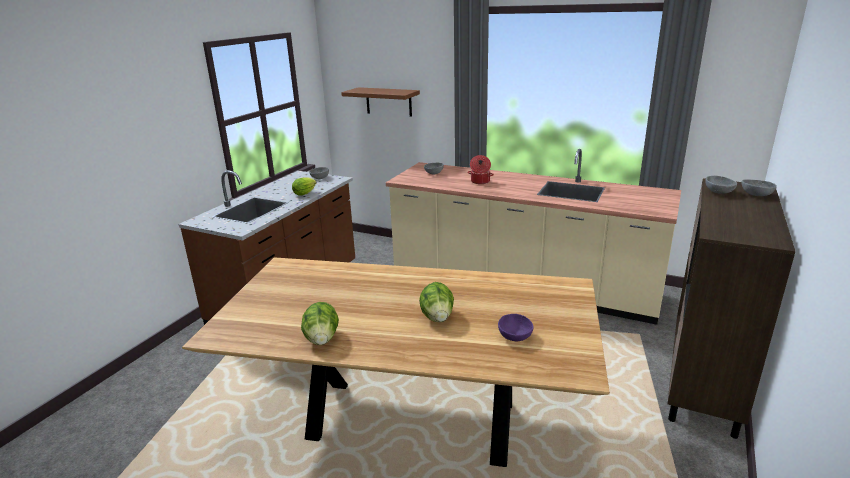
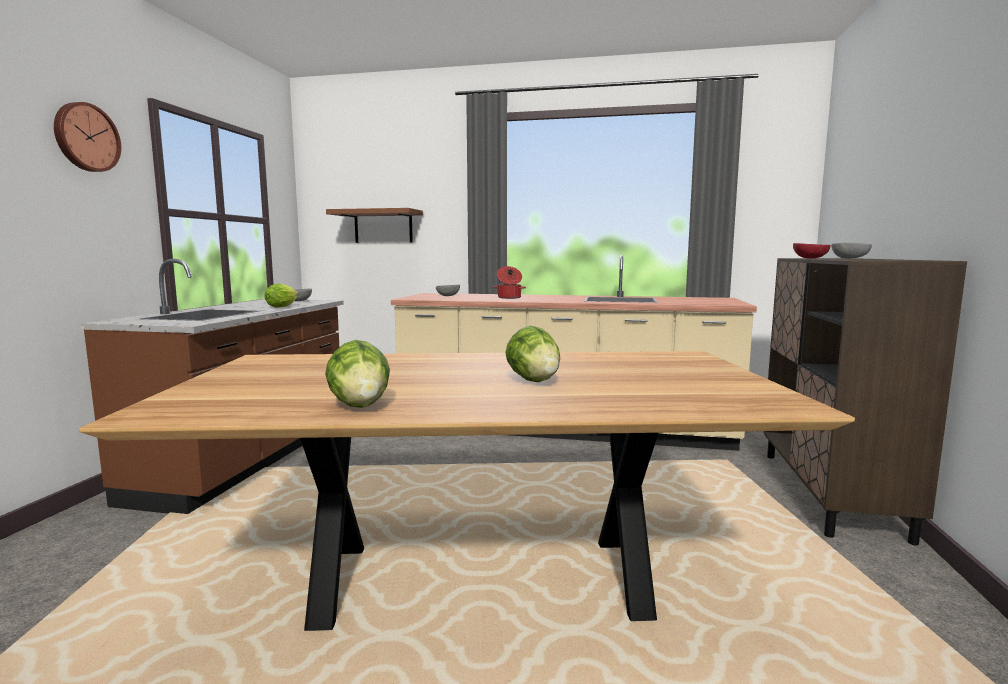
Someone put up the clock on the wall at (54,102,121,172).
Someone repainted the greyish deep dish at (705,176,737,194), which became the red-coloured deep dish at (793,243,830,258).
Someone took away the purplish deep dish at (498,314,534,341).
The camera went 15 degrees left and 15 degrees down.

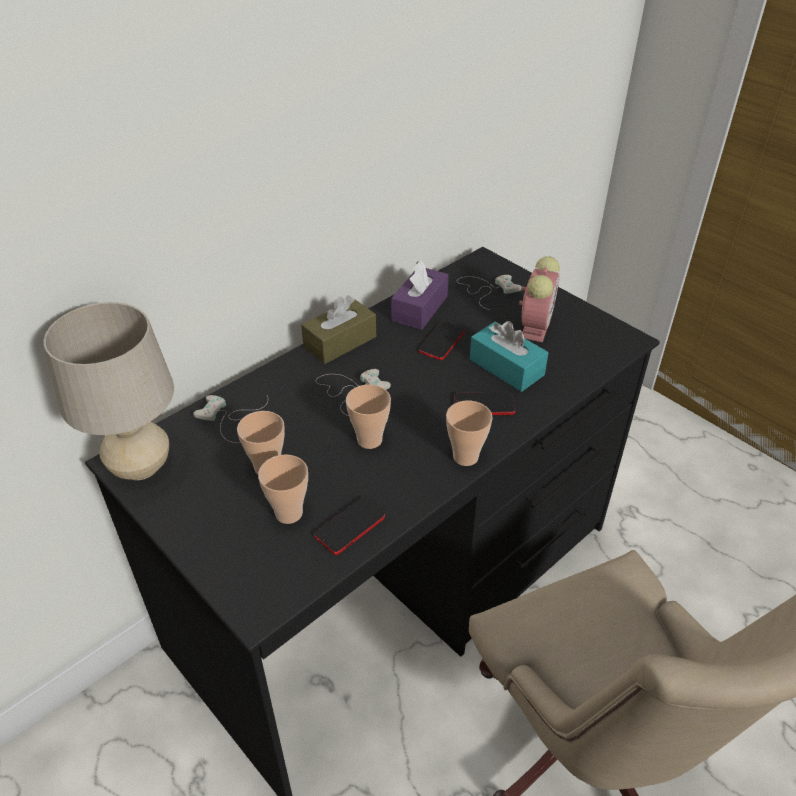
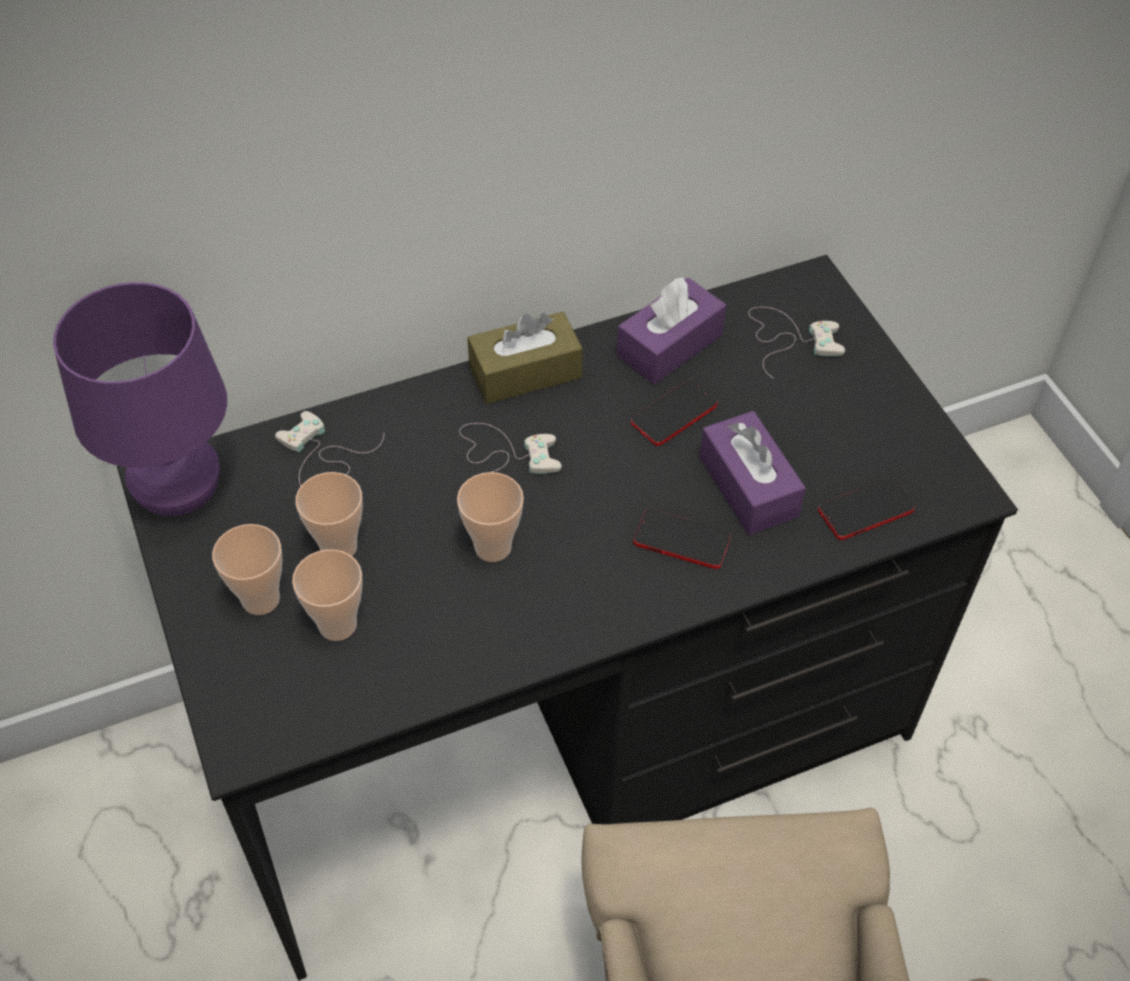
Someone repainted the sand-coloured lamp for a table at (44,302,174,480), which became the purplish lamp for a table at (53,282,227,516).
Someone carried the small cup from (446,401,493,466) to (212,524,282,615).
Someone repainted the blue-green tissue box at (470,321,548,392), which became the purplish tissue box at (699,411,806,535).
Someone carried the handset from (314,497,385,555) to (818,478,915,540).
Someone took away the alarm clock at (519,256,560,342).
The camera went 20 degrees right and 10 degrees up.

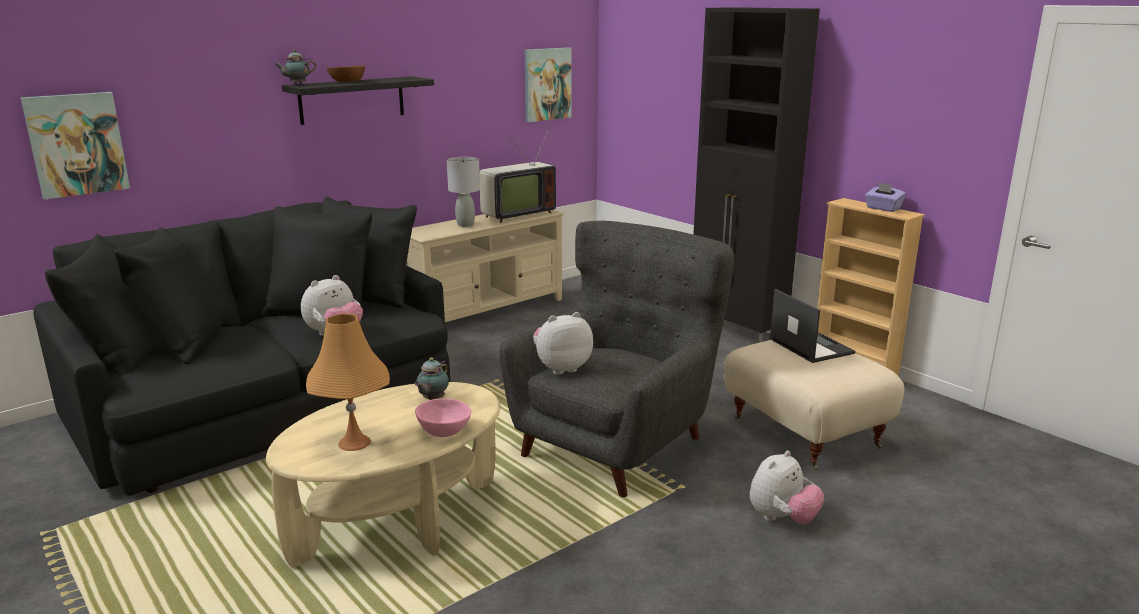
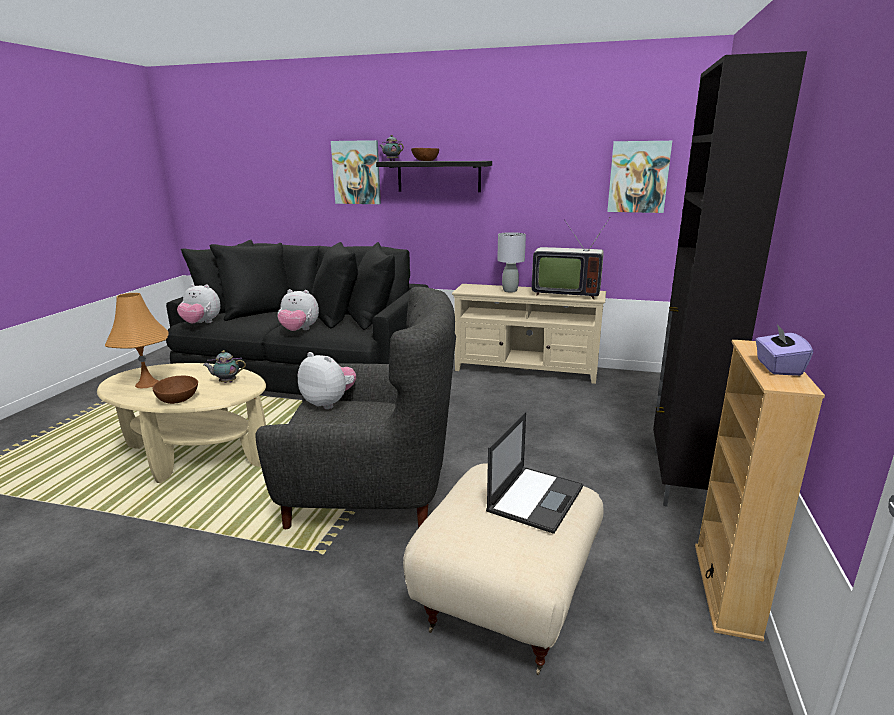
Someone repainted the pink-coloured deep dish at (415,399,471,437), which became the brown deep dish at (152,376,198,404).
Someone carried the cuddly toy from (749,451,824,524) to (177,284,221,323).
Someone carried the wall picture from (20,92,130,199) to (331,140,381,204).
The camera went 55 degrees right and 0 degrees up.

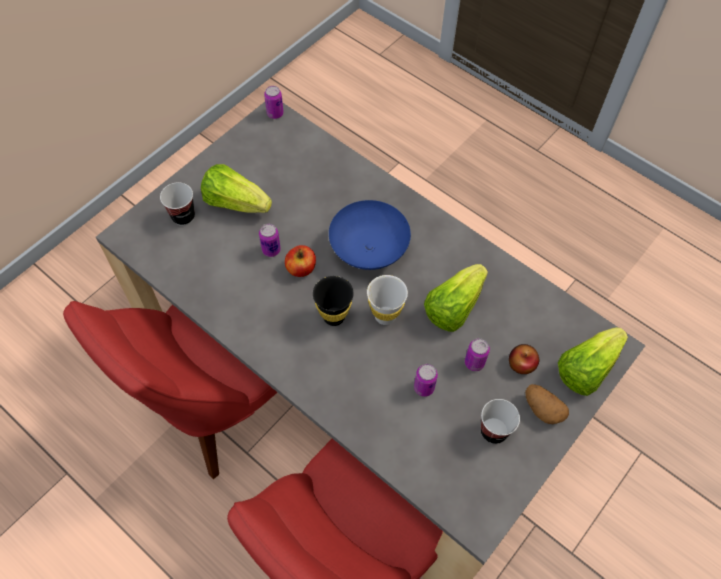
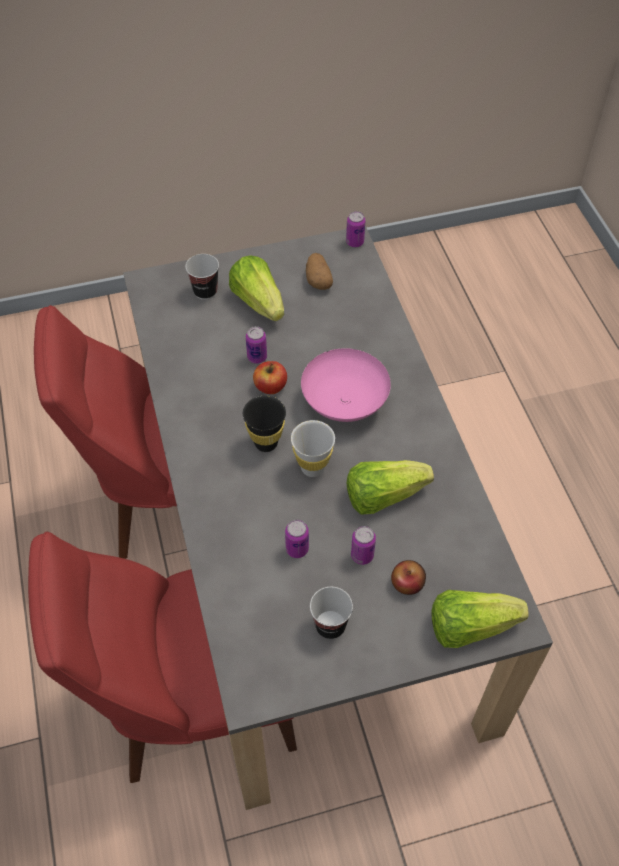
Someone repainted the blue deep dish at (329,200,411,270), which became the pink-coloured deep dish at (301,348,391,422).
Someone carried the whole potato from (525,384,569,424) to (306,253,333,290).
The camera went 35 degrees right and 5 degrees down.

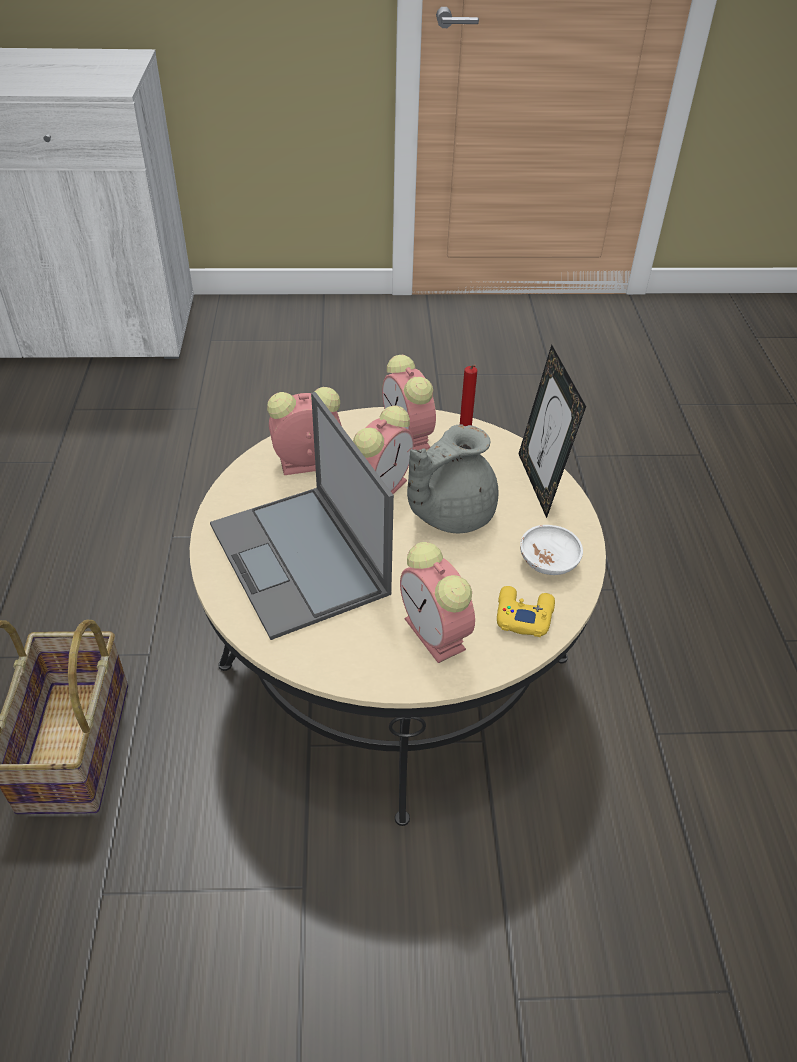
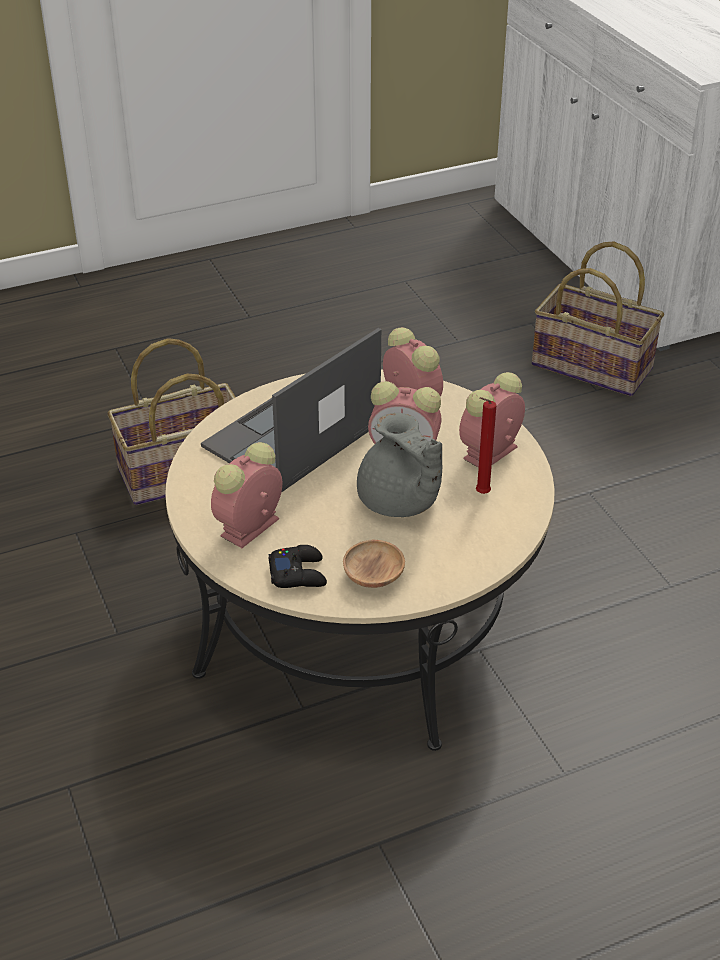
Someone repainted the yellow-coloured gamepad at (497,586,555,637), which became the blackish gamepad at (269,545,327,588).
Someone repainted the white deep dish at (520,525,583,575), which became the brown deep dish at (343,540,405,588).
Someone rotated the greyish tea pot at (407,424,499,534) by 150 degrees counterclockwise.
Someone put down the household basket at (532,241,664,396).
Someone took away the photo frame at (519,344,586,518).
The camera went 70 degrees right and 5 degrees down.

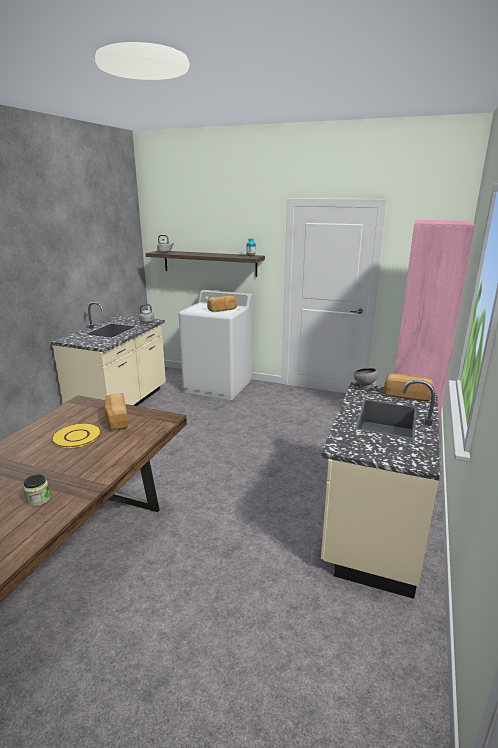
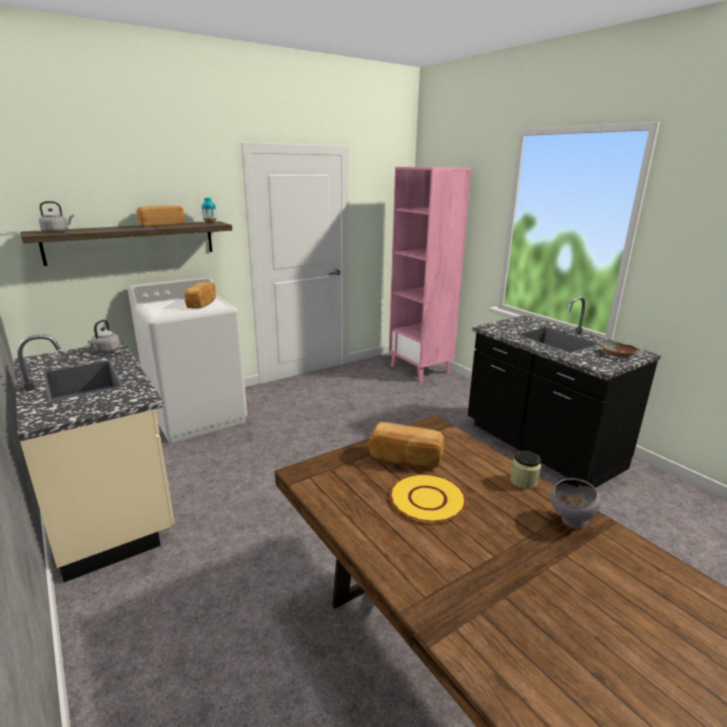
Someone carried the bakery bread from (384,373,433,402) to (137,205,185,227).
Someone repainted the sand-coloured kitchen counter at (321,380,440,599), which became the blackish kitchen counter at (468,296,661,488).
Someone carried the preserve jar from (23,474,51,506) to (510,451,541,489).
Someone carried the greyish deep dish from (354,368,378,389) to (550,478,601,528).
Someone put down the brown deep dish at (602,342,638,358).
The camera went 55 degrees left and 0 degrees up.

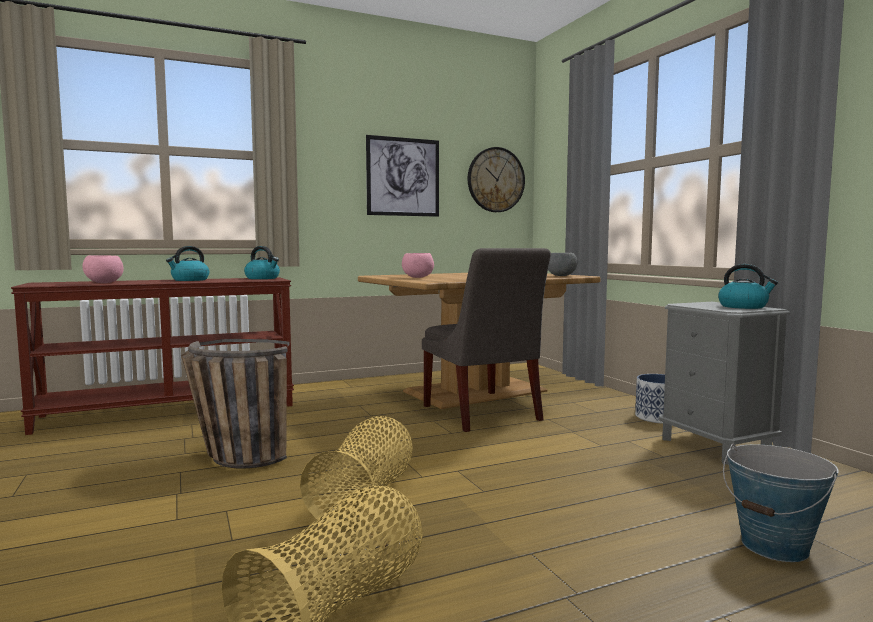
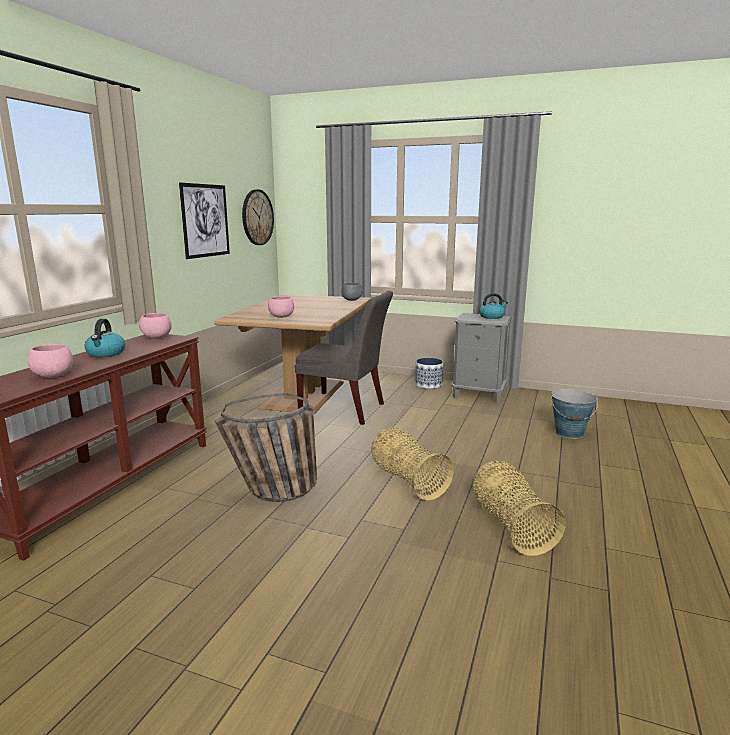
Someone swapped the kettle at (244,246,280,279) for the pink-coloured deep dish at (139,313,172,339).
The camera went 45 degrees left and 10 degrees up.

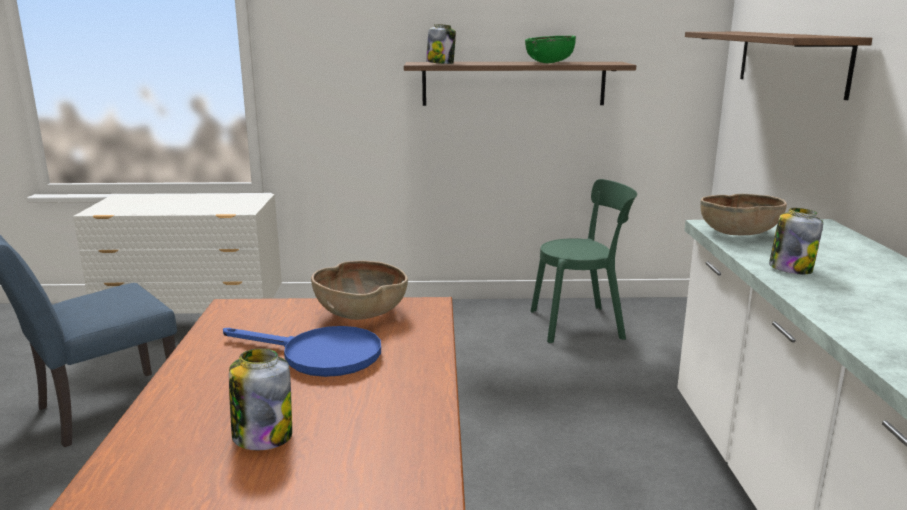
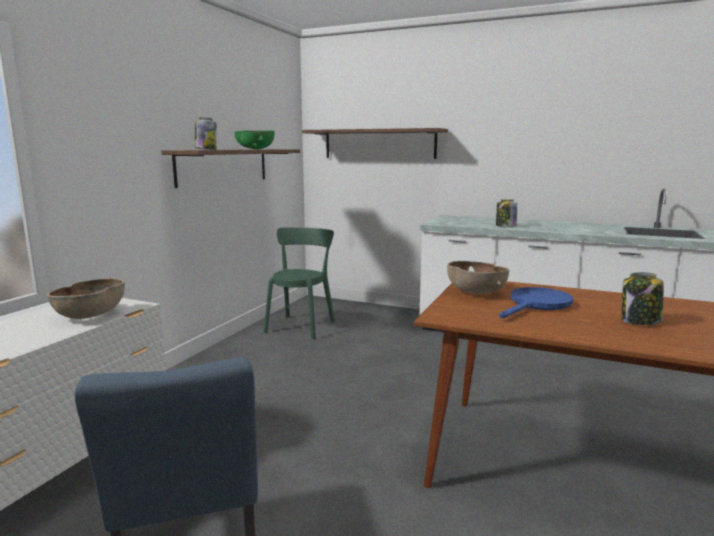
Someone carried the brown deep dish from (701,194,787,235) to (47,278,125,319).
The camera went 65 degrees left and 5 degrees down.

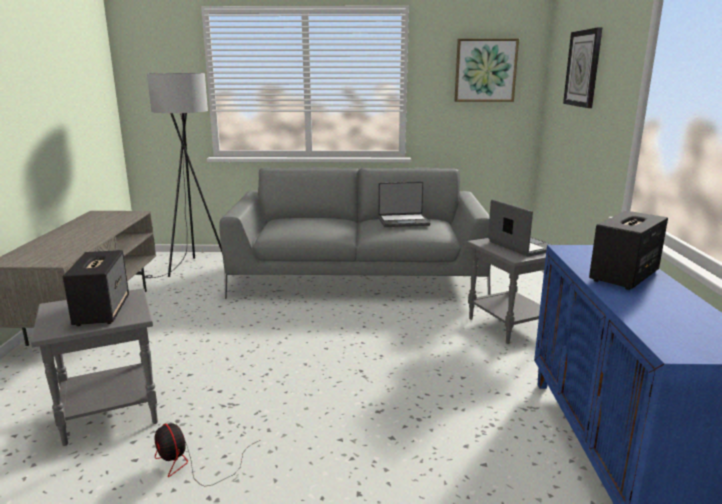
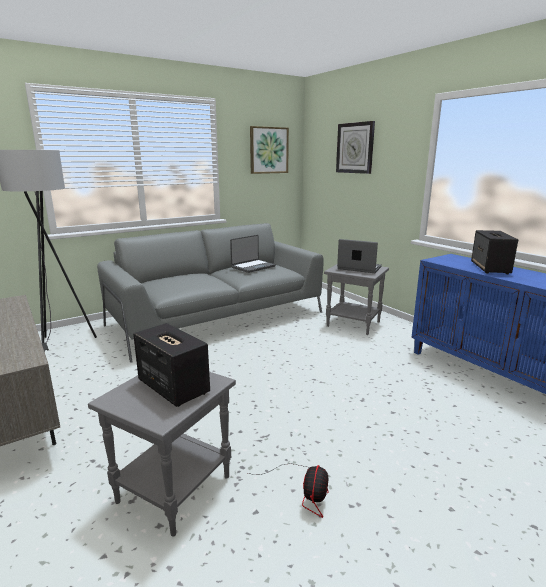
Someone rotated the fan at (154,423,258,486) by 90 degrees counterclockwise.
The camera went 35 degrees left and 0 degrees up.

